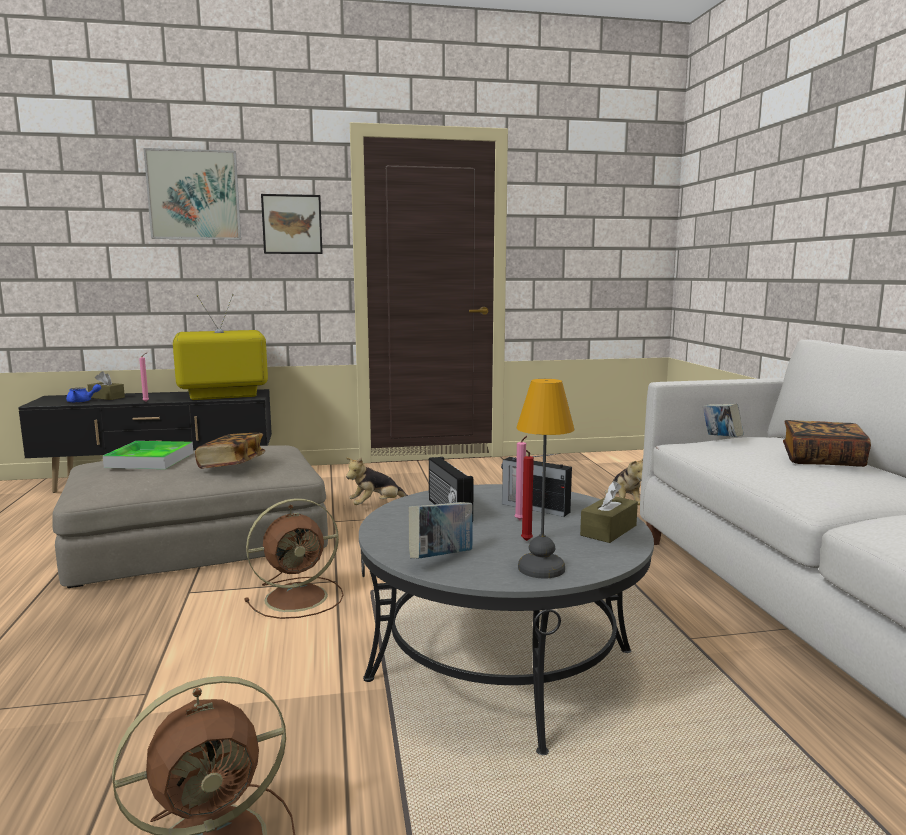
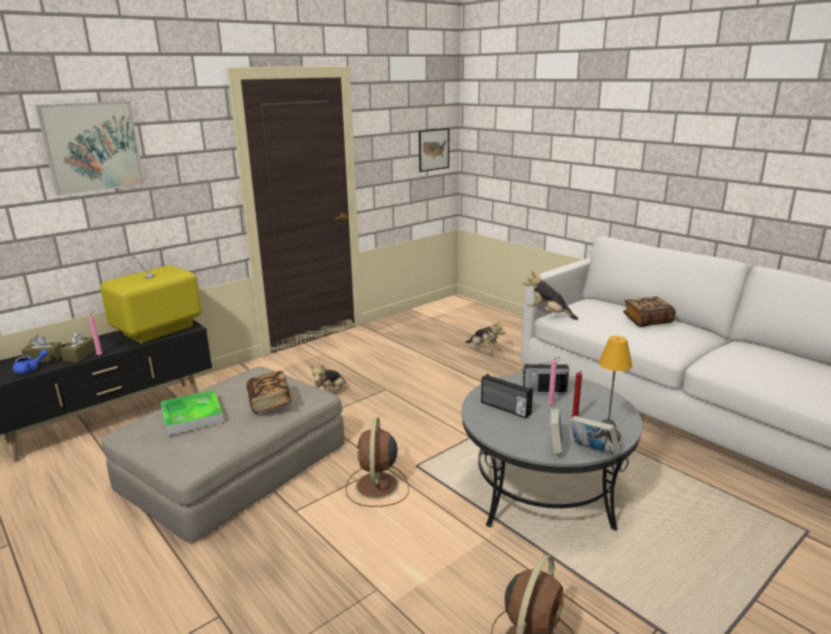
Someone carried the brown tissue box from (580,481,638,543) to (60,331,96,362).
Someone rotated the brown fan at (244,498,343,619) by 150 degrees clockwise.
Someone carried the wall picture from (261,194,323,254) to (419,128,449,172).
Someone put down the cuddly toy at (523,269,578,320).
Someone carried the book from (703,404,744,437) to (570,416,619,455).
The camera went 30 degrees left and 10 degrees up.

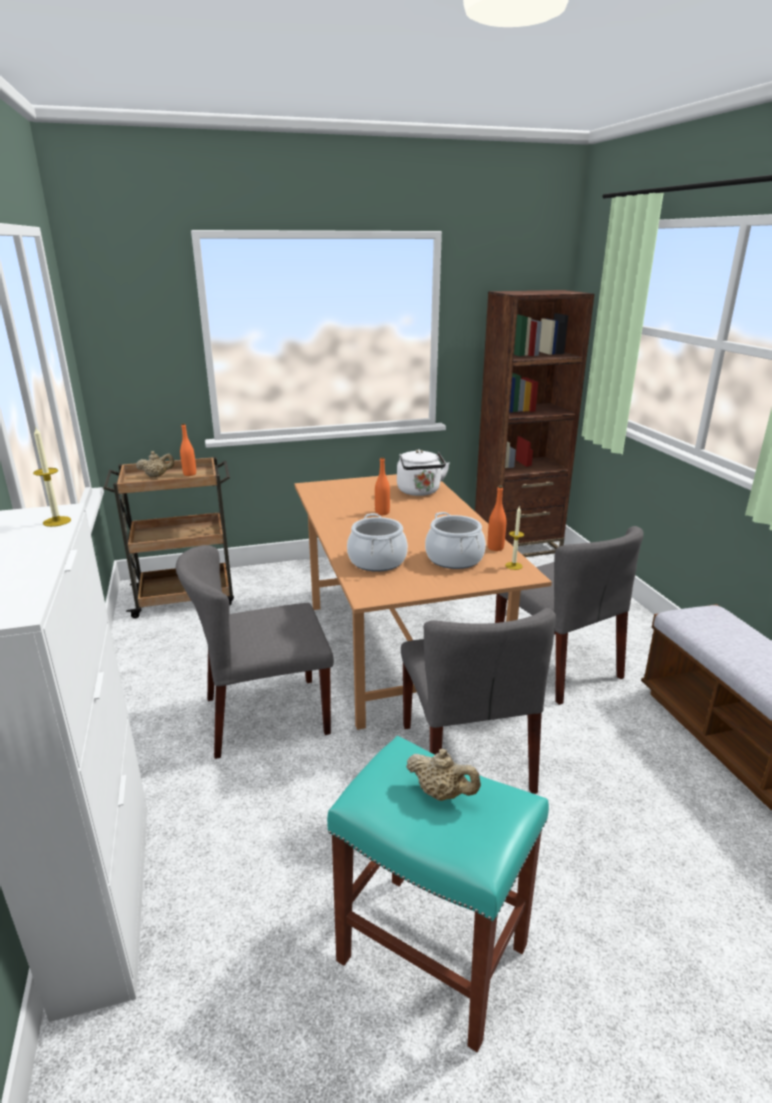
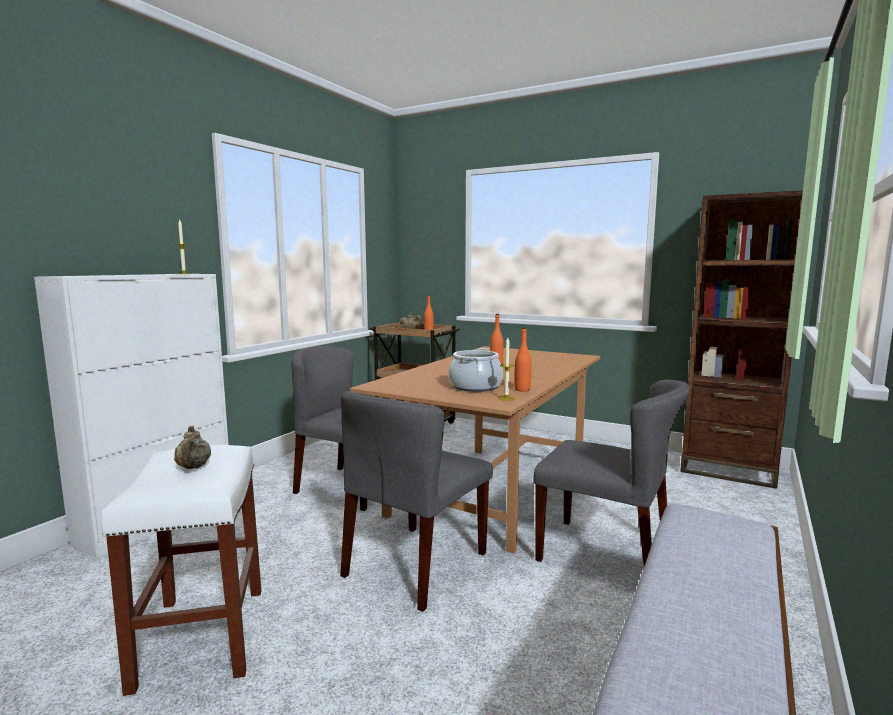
Someone repainted the blue-green sitting stool at (327,736,549,1053), which became the white sitting stool at (101,445,261,696).
Someone rotated the greyish chair at (495,526,644,705) by 75 degrees counterclockwise.
Someone took away the cooking pot at (347,513,408,572).
Someone took away the white kettle at (397,449,450,496).
The camera went 45 degrees right and 15 degrees down.

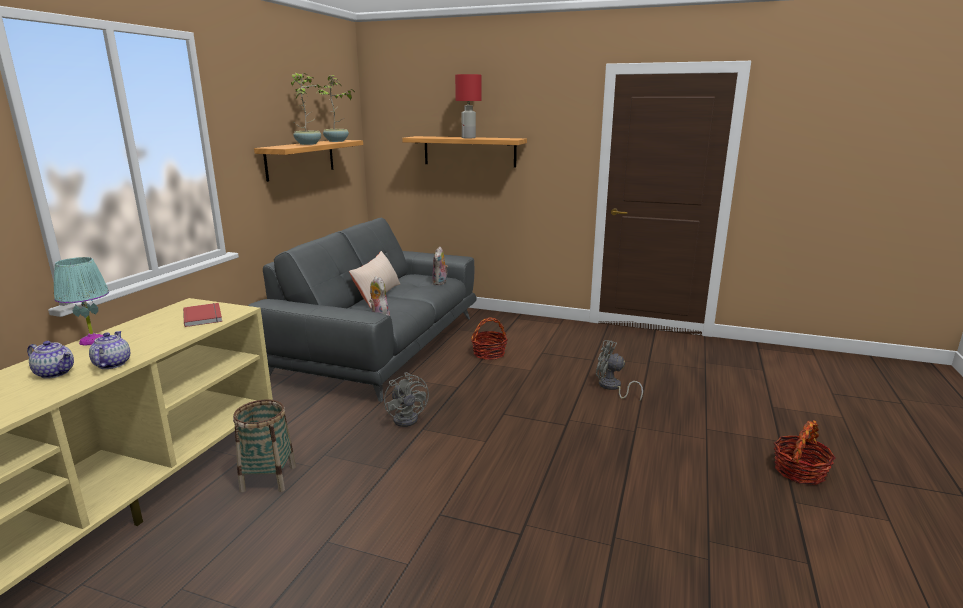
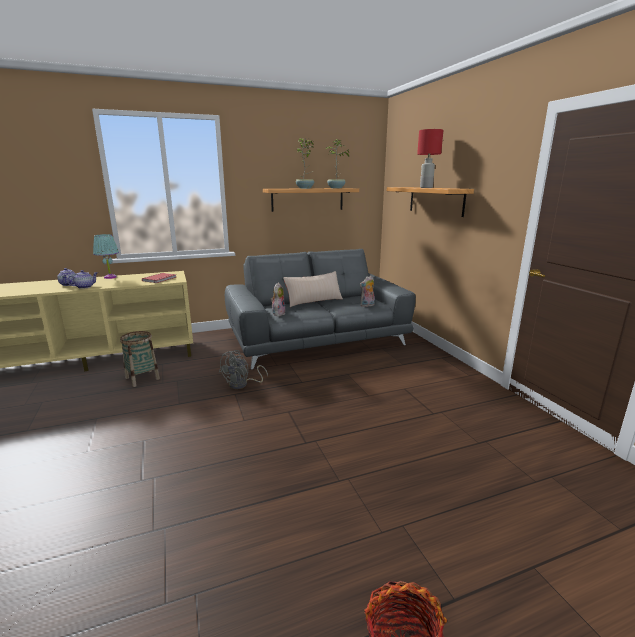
Someone took away the household basket at (471,317,508,360).
Someone took away the greyish fan at (596,340,643,401).
The camera went 50 degrees right and 0 degrees up.

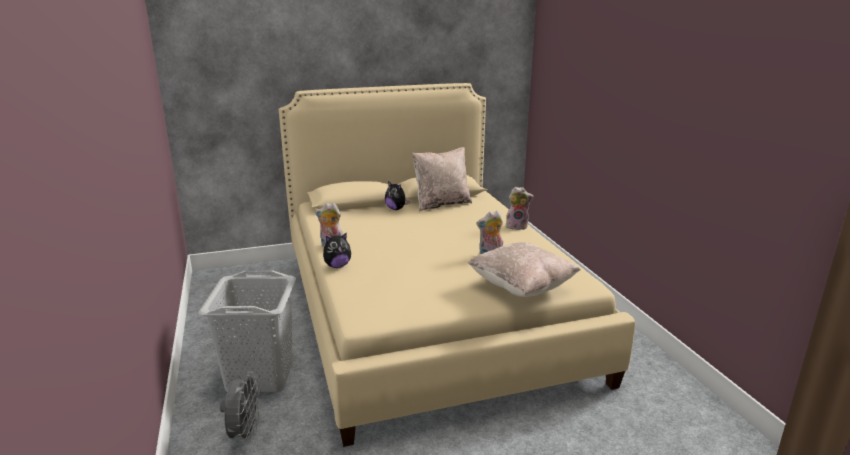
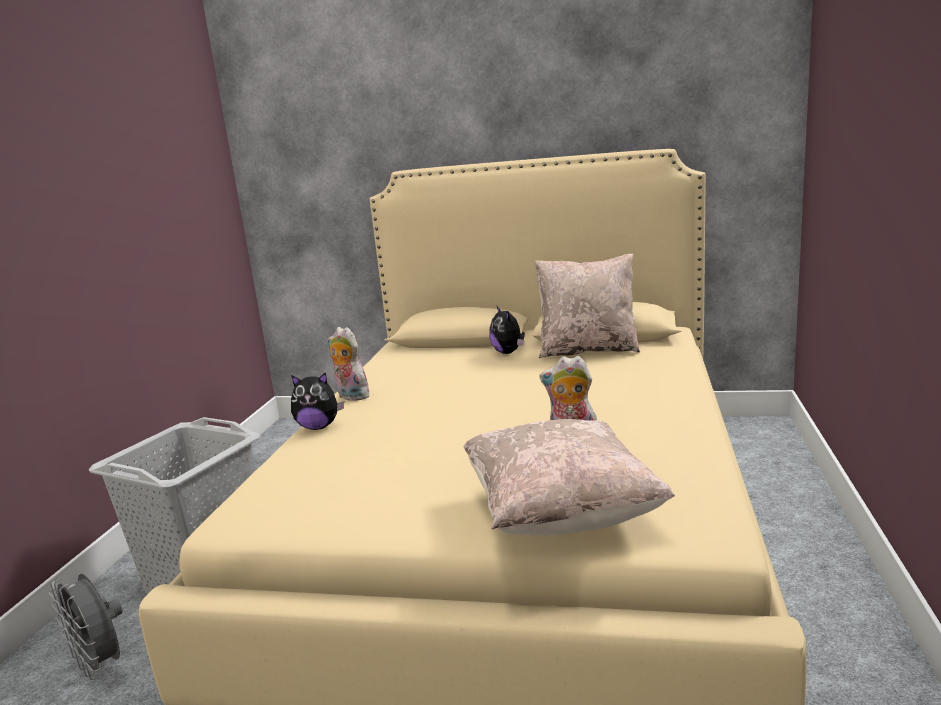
Someone rotated the greyish fan at (220,372,261,442) by 105 degrees clockwise.
Someone took away the cuddly toy at (506,187,534,230).
The camera went 30 degrees right and 5 degrees down.

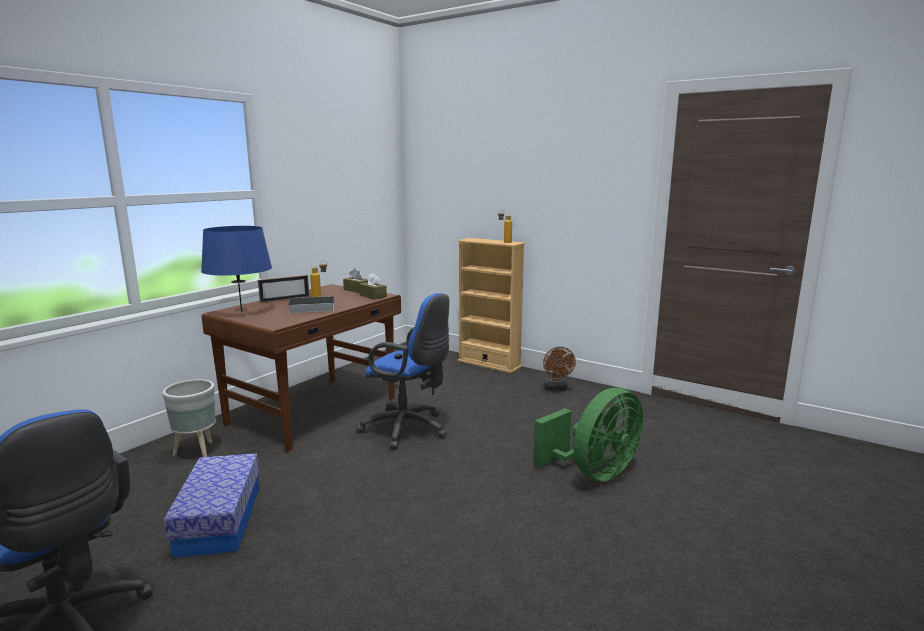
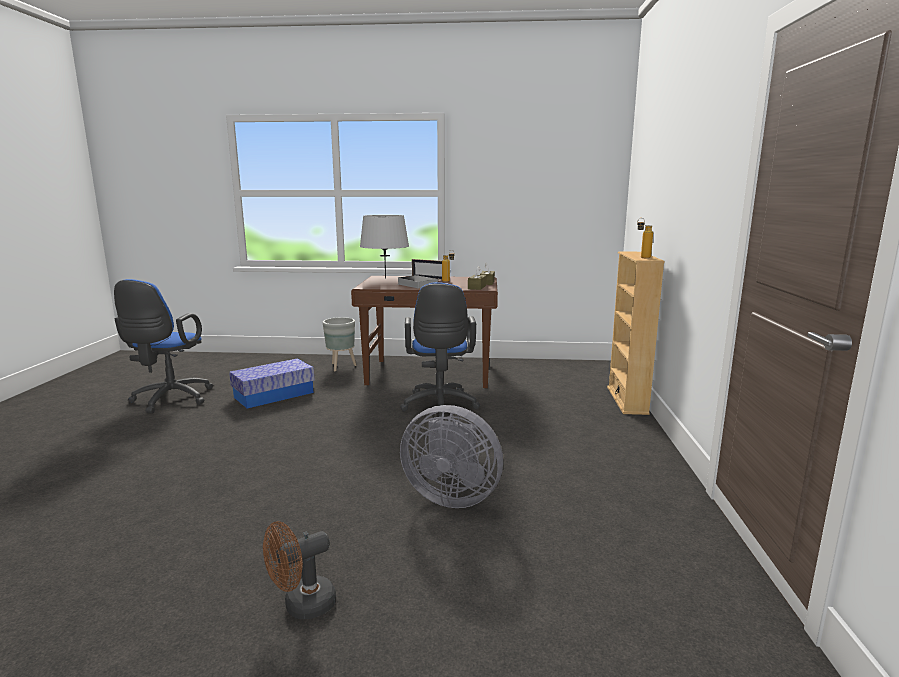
Someone carried the brown fan from (543,347,576,391) to (263,521,336,619).
Someone repainted the blue lamp for a table at (201,226,272,312), which became the greyish lamp for a table at (360,215,409,279).
Someone repainted the greenish fan at (533,388,643,482), which became the greyish fan at (400,405,503,508).
The camera went 60 degrees right and 0 degrees up.

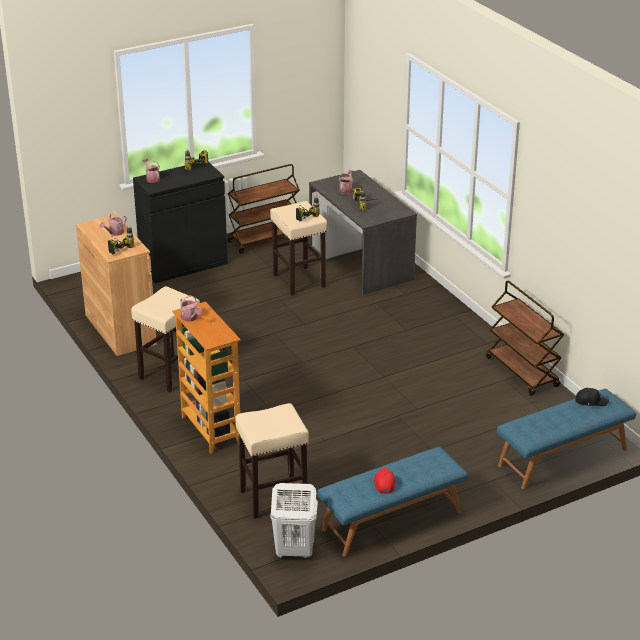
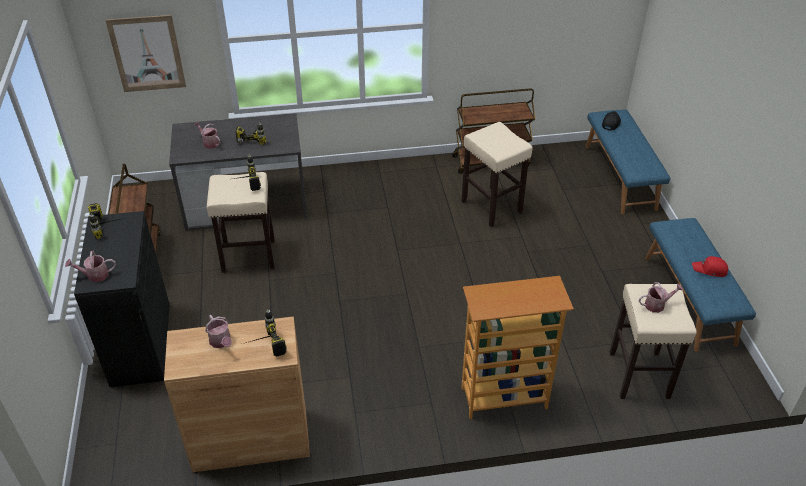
Someone put up the wall picture at (105,15,186,92).
Someone carried the sand-coloured sitting stool from (131,286,200,393) to (462,122,532,227).
Someone carried the watering pot from (180,295,202,322) to (639,282,683,313).
Someone took away the white hamper at (270,483,318,559).
The camera went 70 degrees left and 10 degrees up.

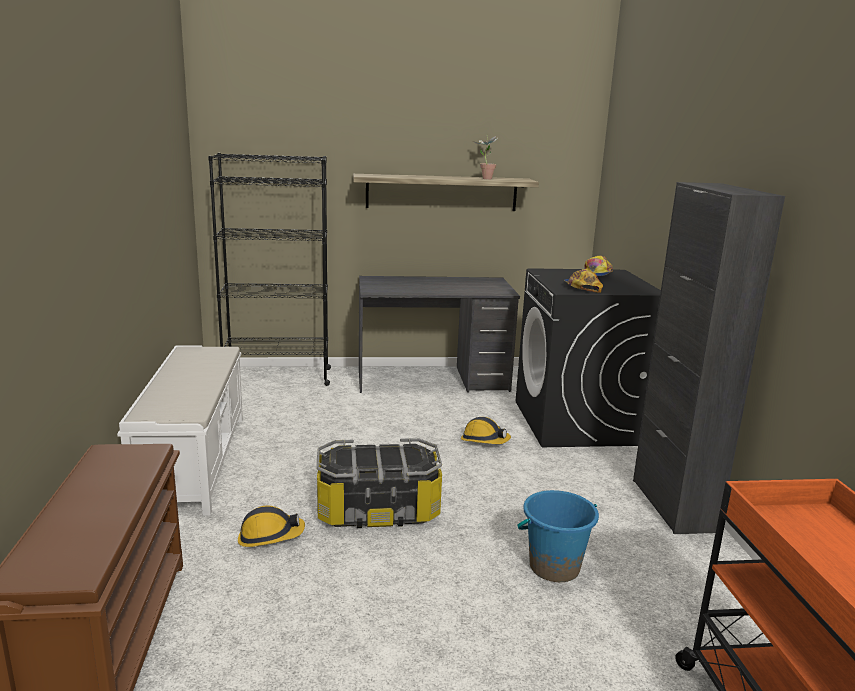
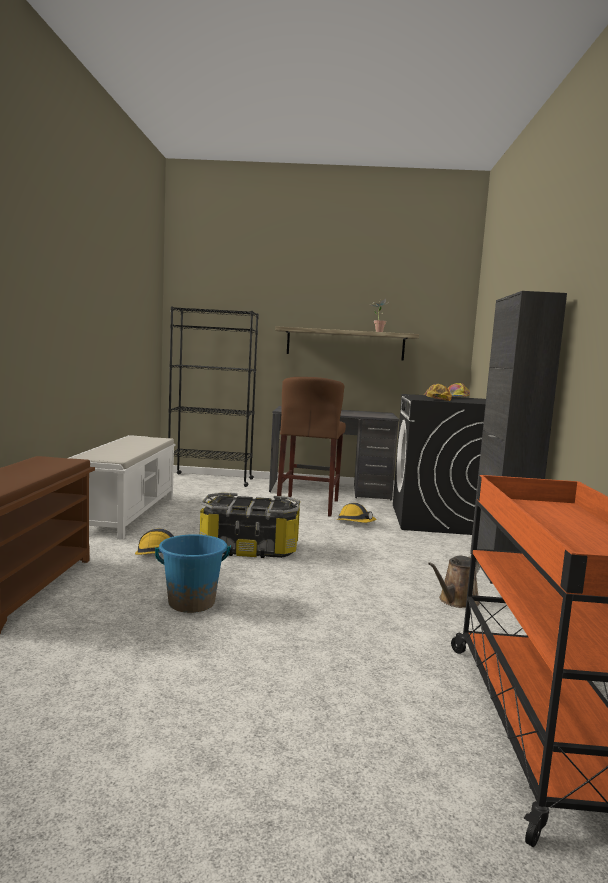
Someone carried the blue water bucket from (517,490,599,582) to (155,534,231,613).
Someone put down the brown sitting stool at (277,377,346,517).
Someone put down the brown watering pot at (428,556,481,608).
The camera went 10 degrees right and 10 degrees down.

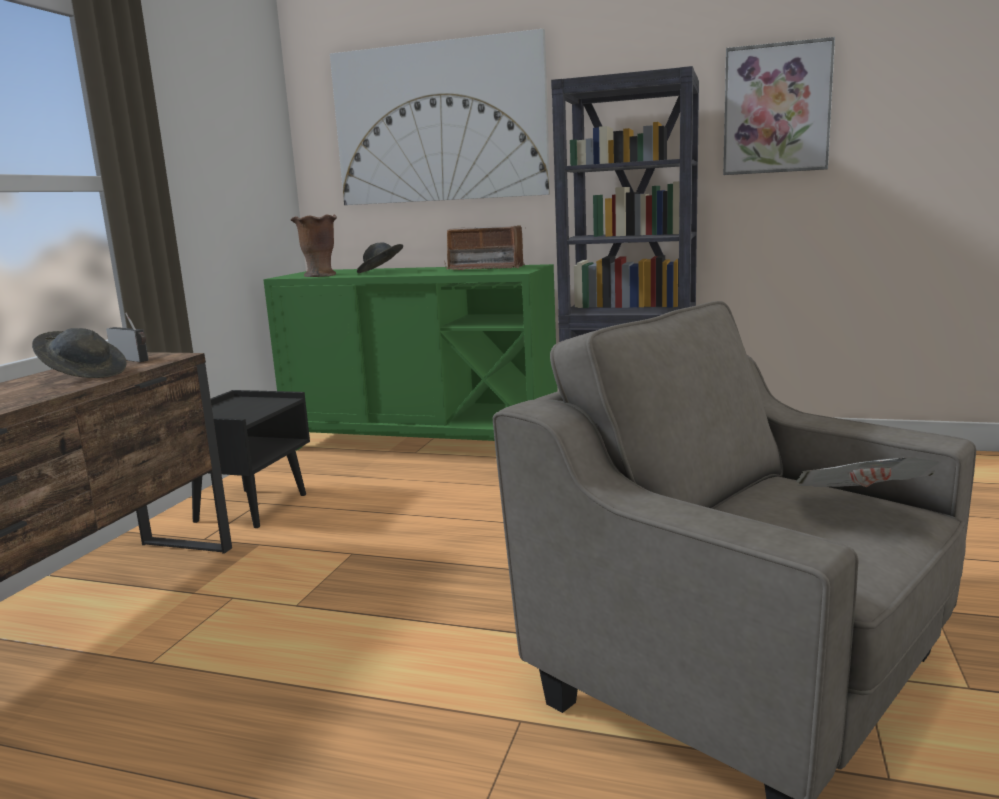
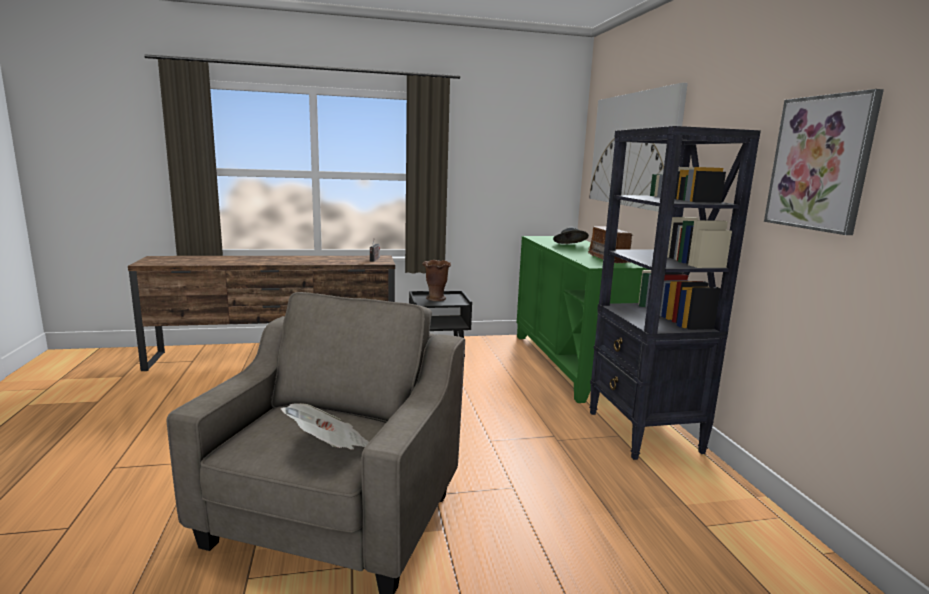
Someone carried the brown decorative vase from (291,215,337,277) to (422,260,451,301).
Someone took away the greyish hat at (32,328,126,378).
The camera went 60 degrees right and 0 degrees up.

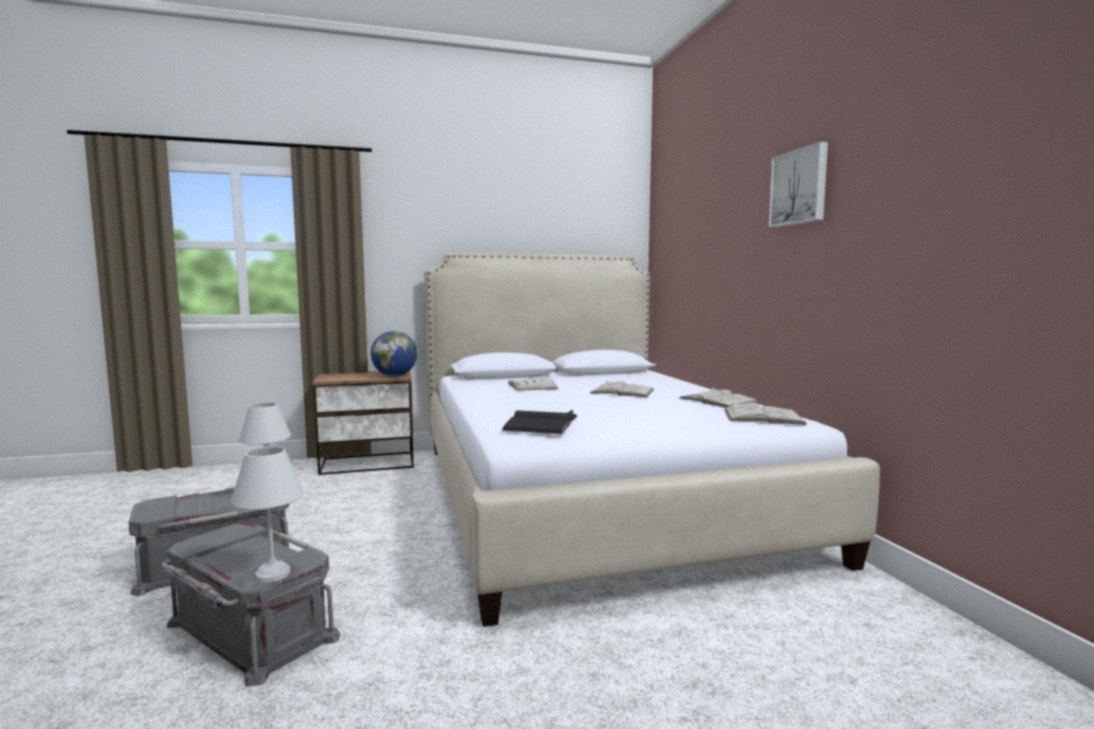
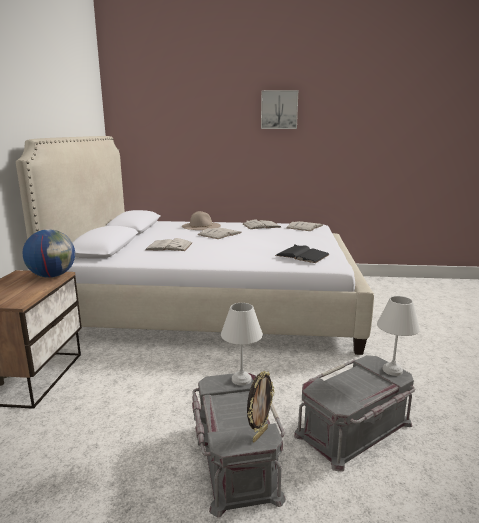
Someone put down the sand-coloured hat at (182,211,221,230).
Someone put down the photo frame at (247,371,275,443).
The camera went 70 degrees left and 10 degrees up.

